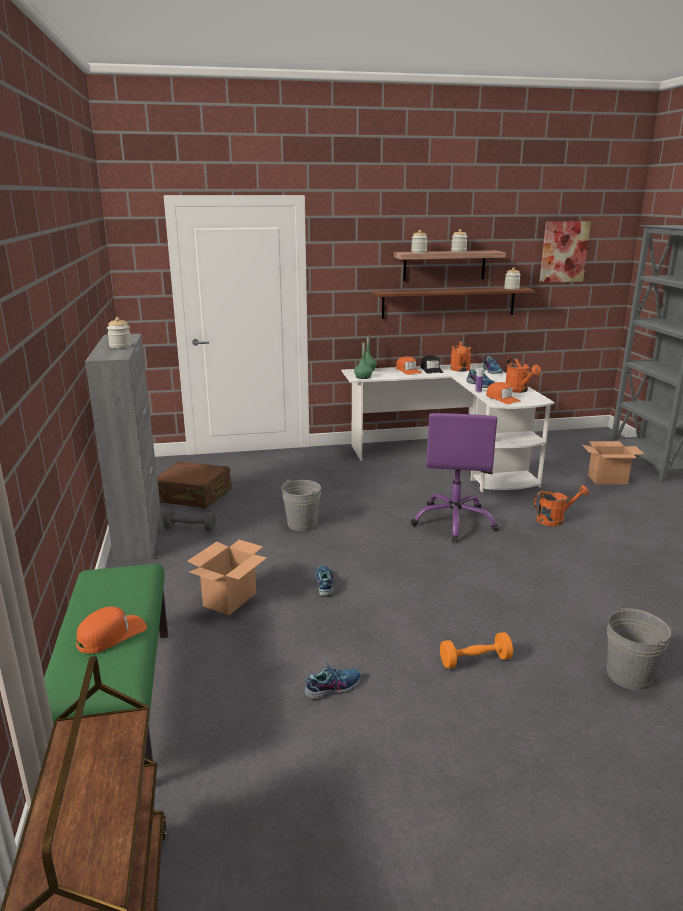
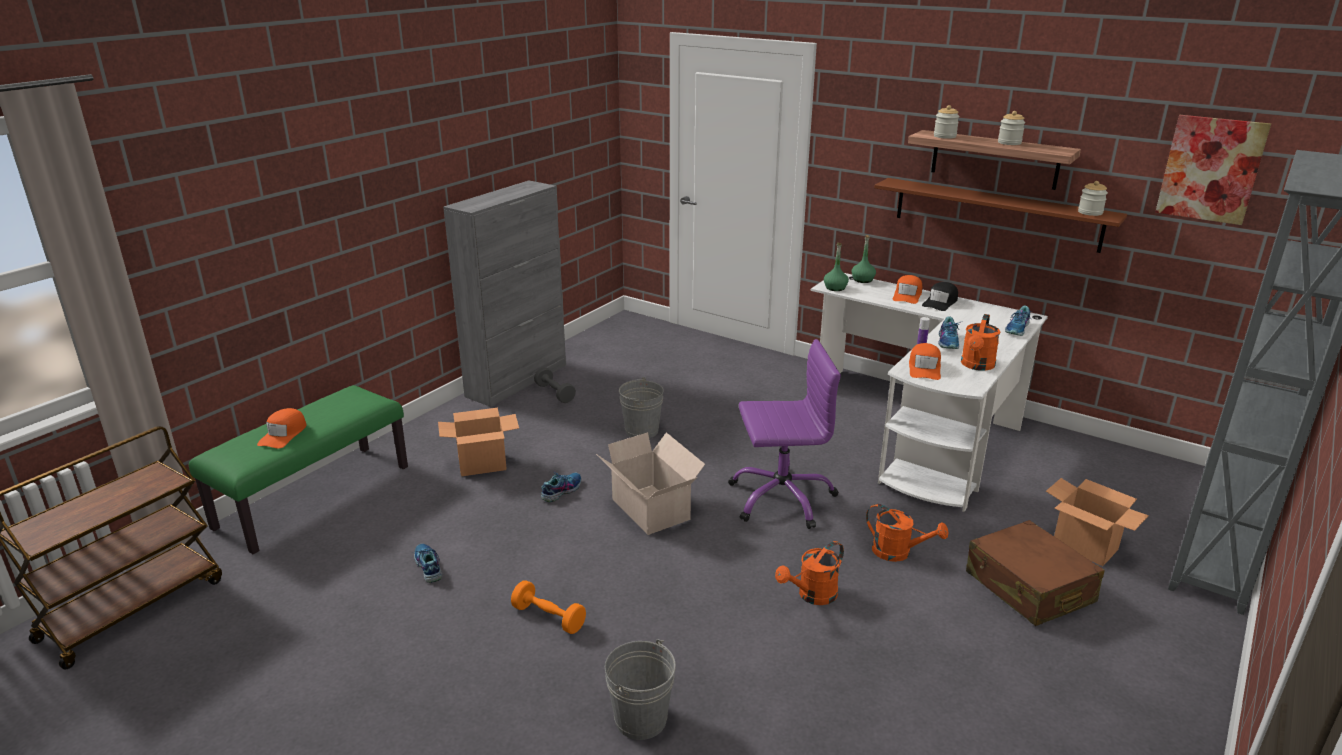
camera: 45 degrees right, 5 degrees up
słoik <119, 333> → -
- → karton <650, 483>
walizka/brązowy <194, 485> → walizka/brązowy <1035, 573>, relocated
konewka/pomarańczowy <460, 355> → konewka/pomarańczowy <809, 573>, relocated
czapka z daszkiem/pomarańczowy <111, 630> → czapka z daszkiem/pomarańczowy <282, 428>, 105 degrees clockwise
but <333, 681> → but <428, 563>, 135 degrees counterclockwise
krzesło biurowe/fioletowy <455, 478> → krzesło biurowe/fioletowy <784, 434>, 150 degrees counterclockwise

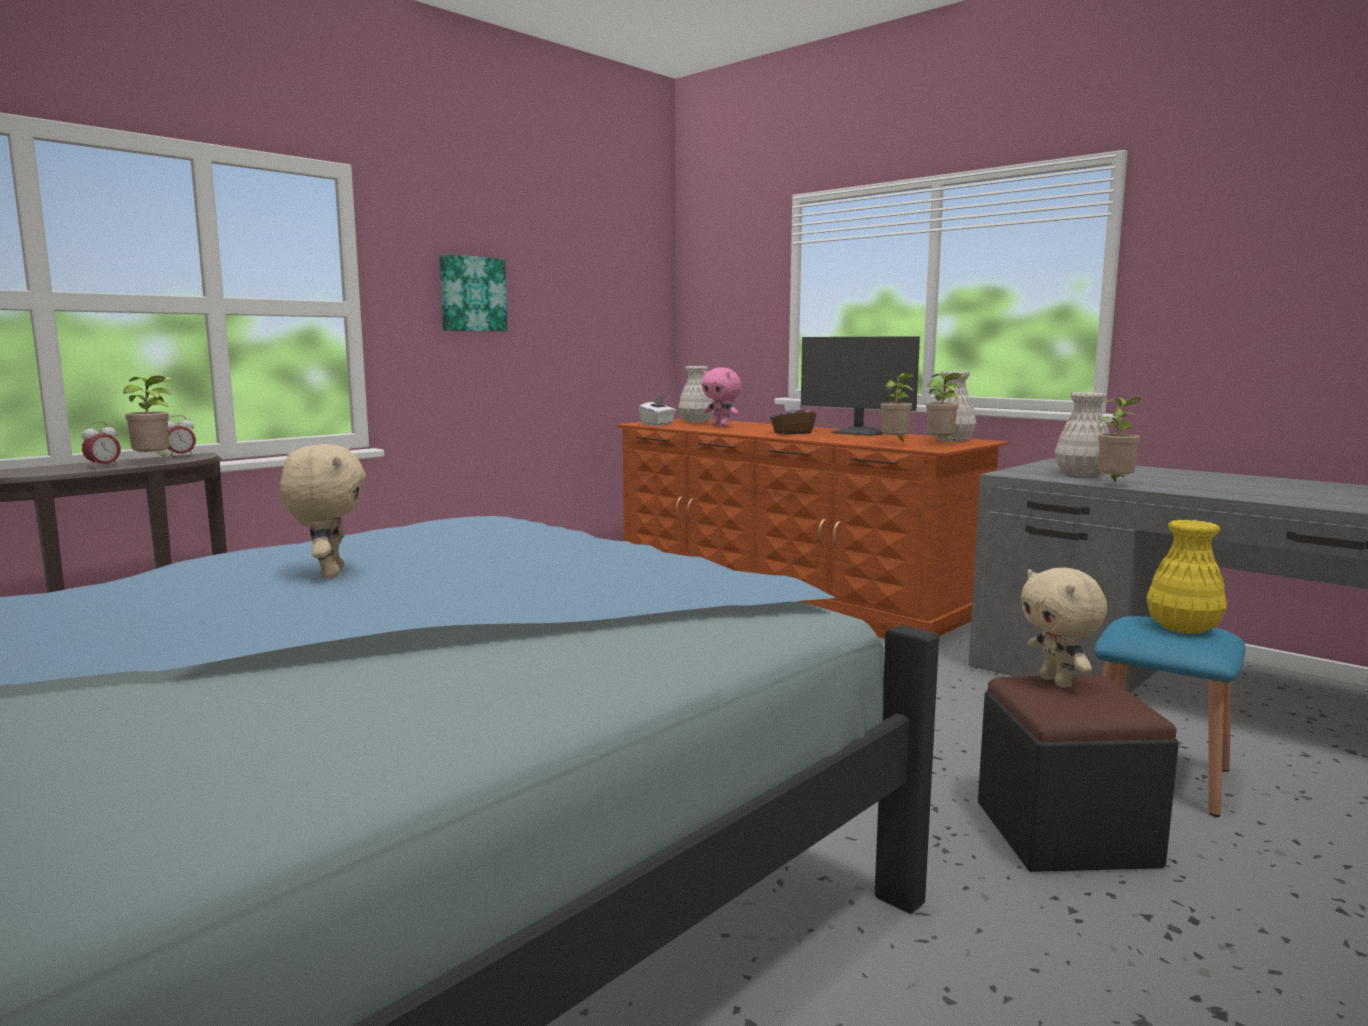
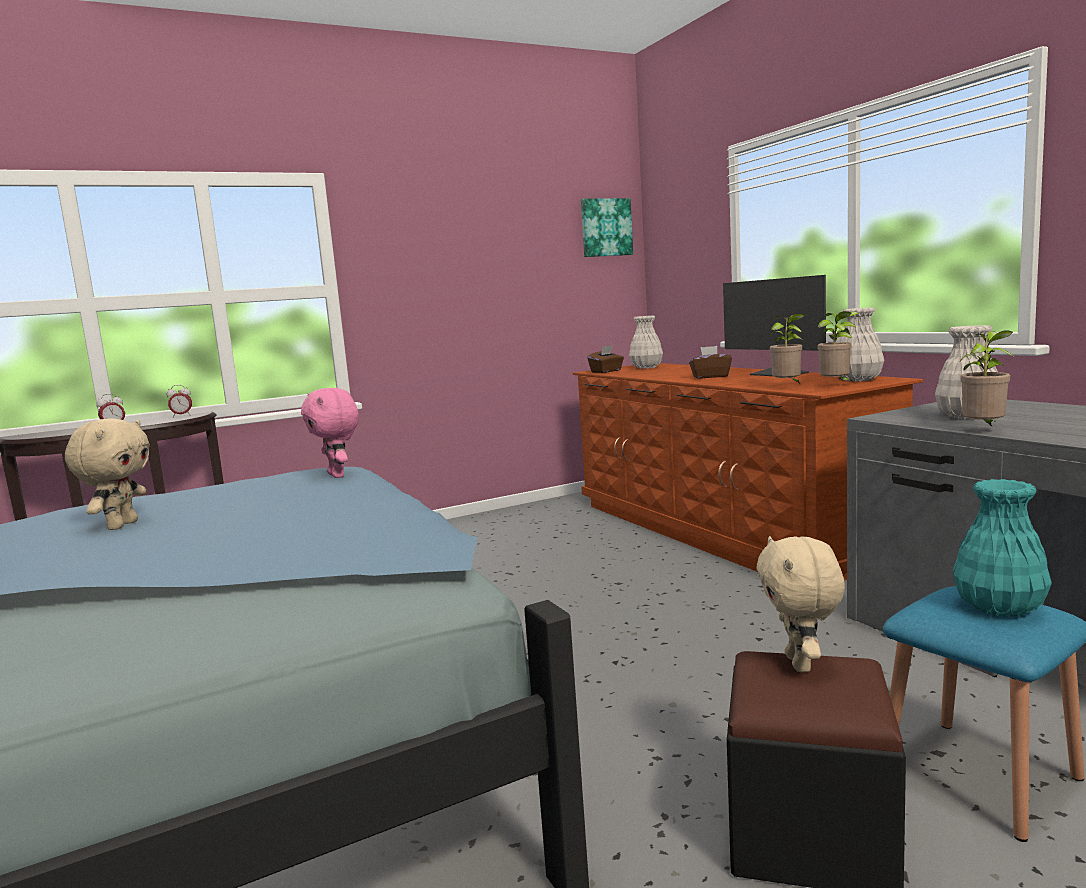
camera: 20 degrees right, 0 degrees up
roślina doniczkowa <149, 417> → -
obraz <473, 293> → obraz <607, 227>, relocated
pluszak/różowy <722, 397> → pluszak/różowy <330, 433>, relocated
pudełko chusteczek/biały <657, 411> → pudełko chusteczek/brązowy <605, 359>
wazon/żółty <1186, 577> → wazon/turkusowy <1002, 548>

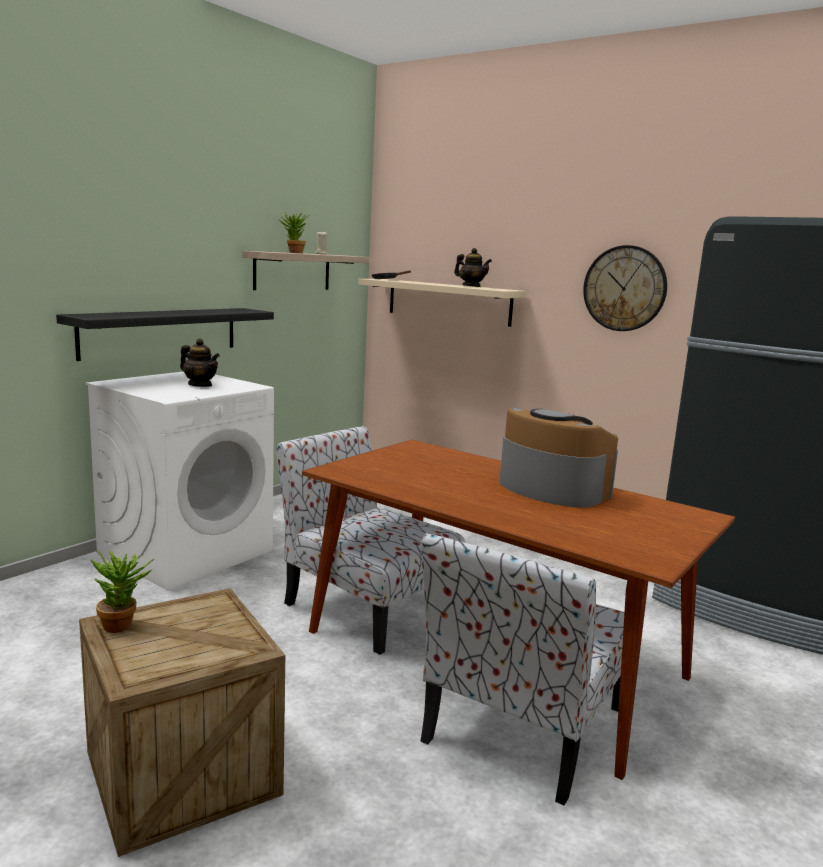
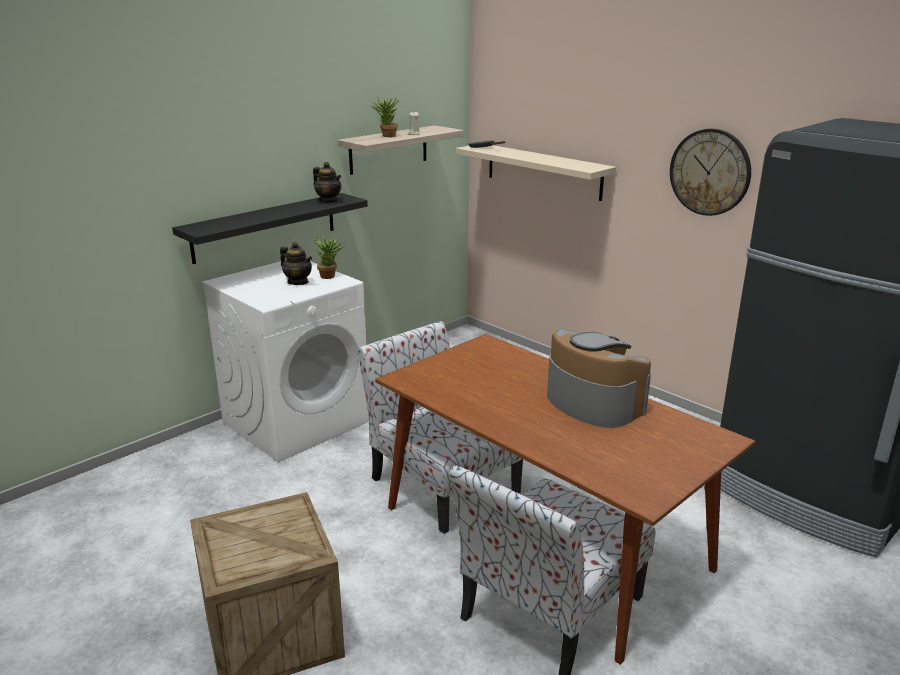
camera: 10 degrees right, 10 degrees up
roślina doniczkowa <122, 591> → roślina doniczkowa <329, 258>, relocated
imbryk <473, 267> → imbryk <327, 182>, relocated

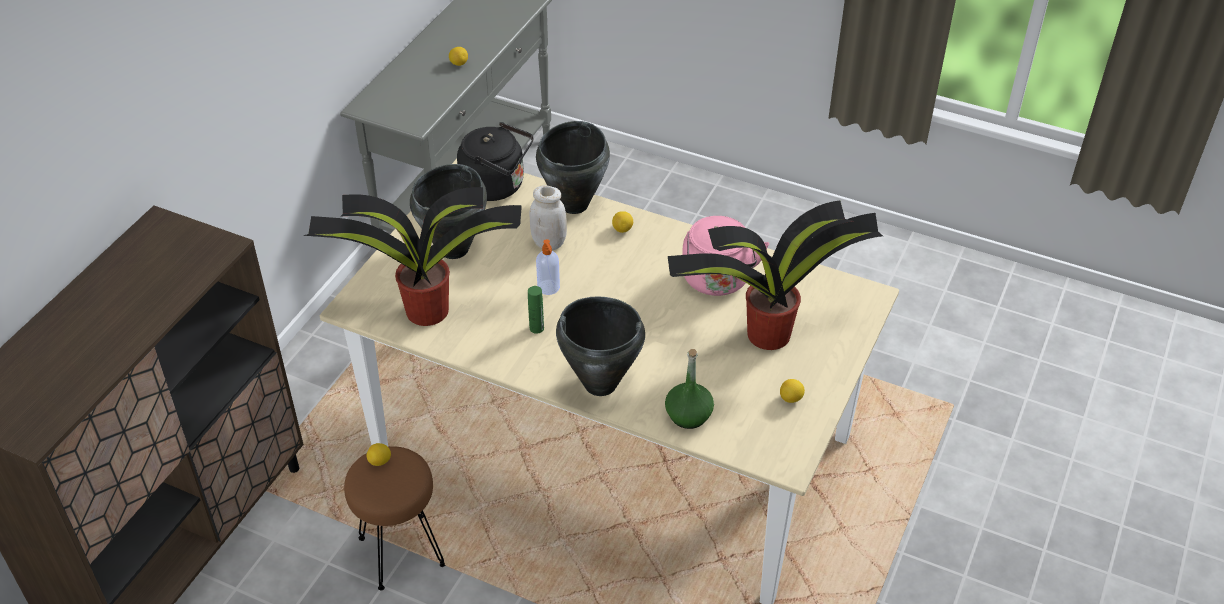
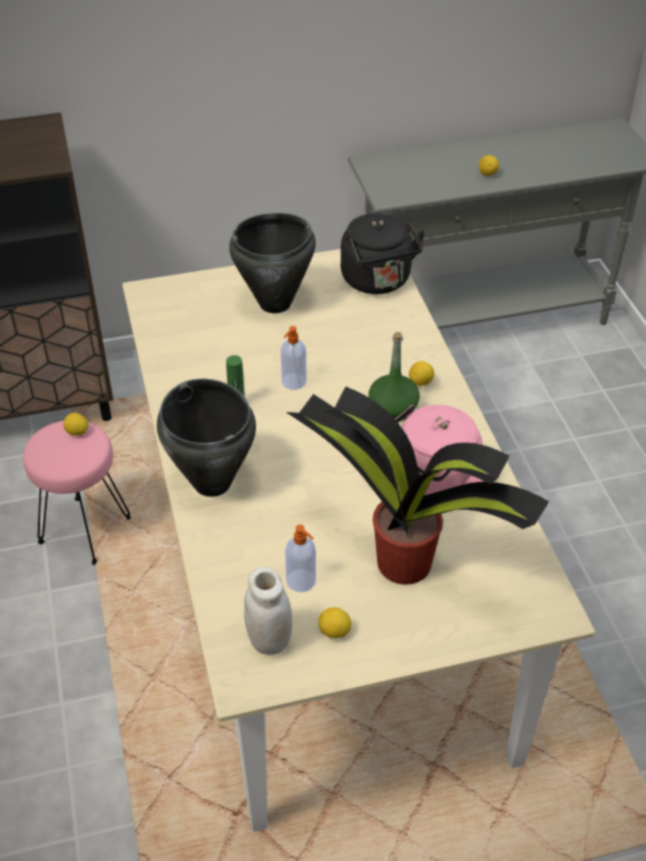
camera: 50 degrees right, 0 degrees up
roślina doniczkowa <412, 256> → -
garnek/czarny <573, 167> → -
- → dozownik mydła <300, 558>
słoik/biały <548, 217> → słoik/biały <268, 611>, relocated
butelka/zielony <689, 389> → butelka/zielony <394, 376>, relocated
stołek/brązowy <394, 518> → stołek/różowy <77, 493>

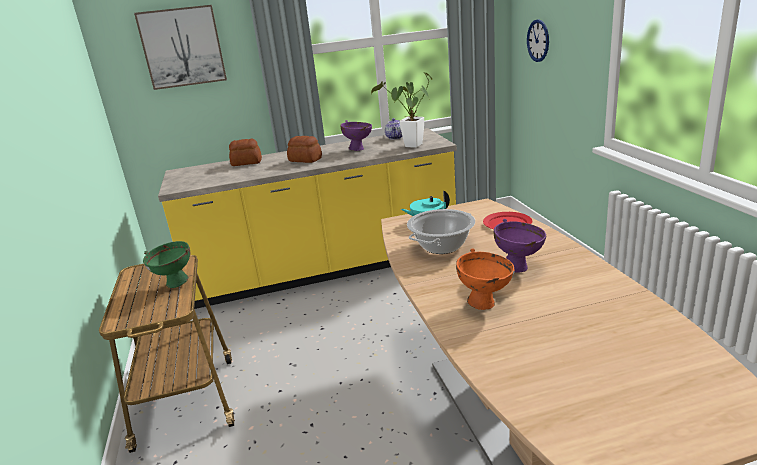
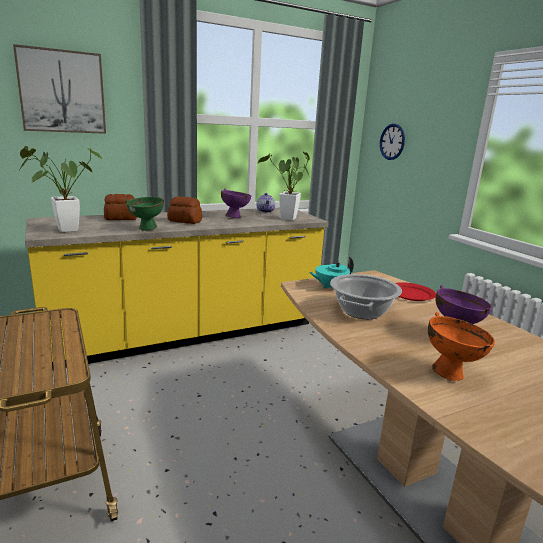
camera: 15 degrees left, 5 degrees down
- → roślina doniczkowa <60, 189>
miska/zielony <166, 264> → miska/zielony <145, 214>, relocated

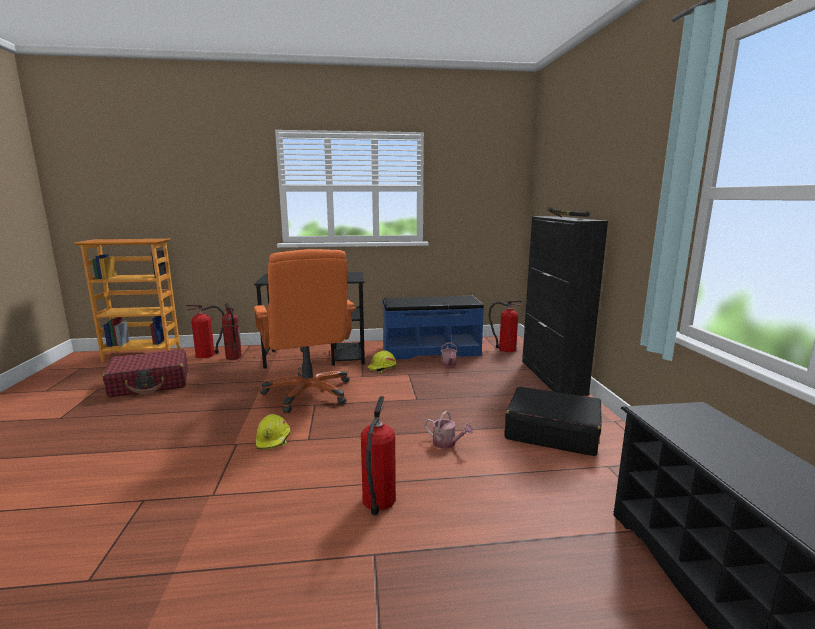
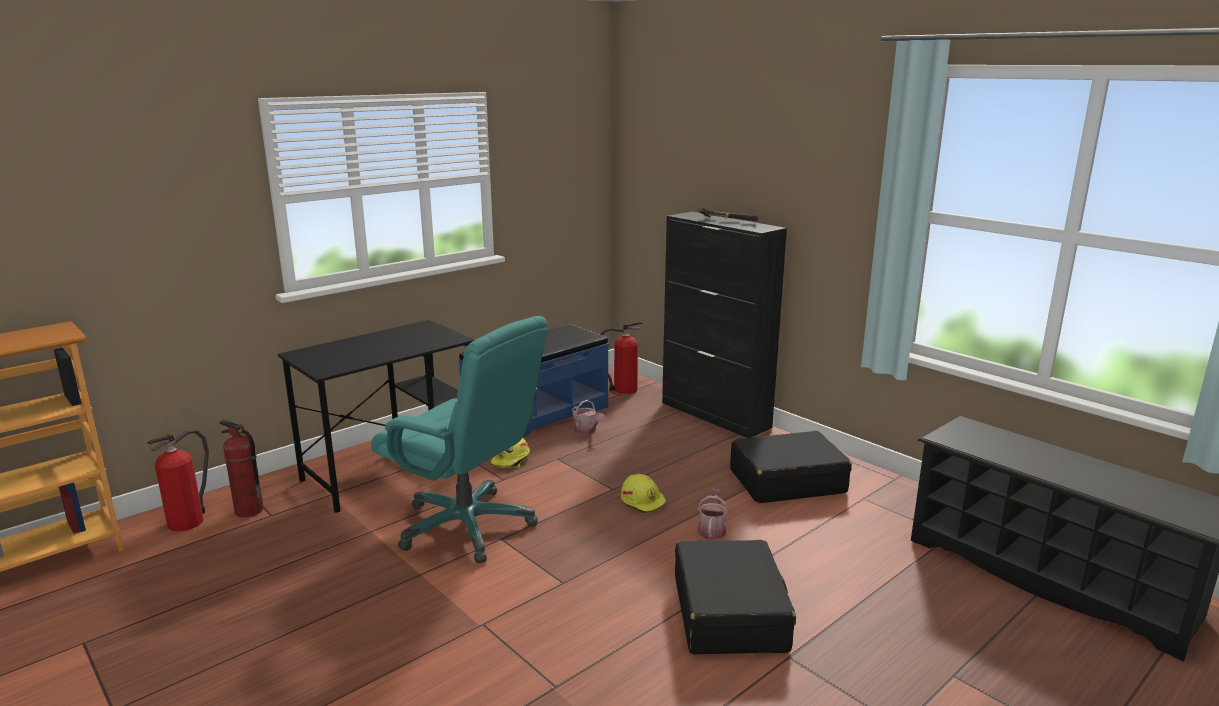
camera: 35 degrees left, 5 degrees up
walizka/czerwony <145, 373> → -
kask/żółty <273, 431> → kask/żółty <644, 494>, relocated
gaśnica <378, 455> → walizka/czarny <735, 597>
krzesło biurowe/pomarańczowy <305, 331> → krzesło biurowe/turkusowy <459, 439>
konewka <449, 430> → konewka <713, 514>, 75 degrees counterclockwise

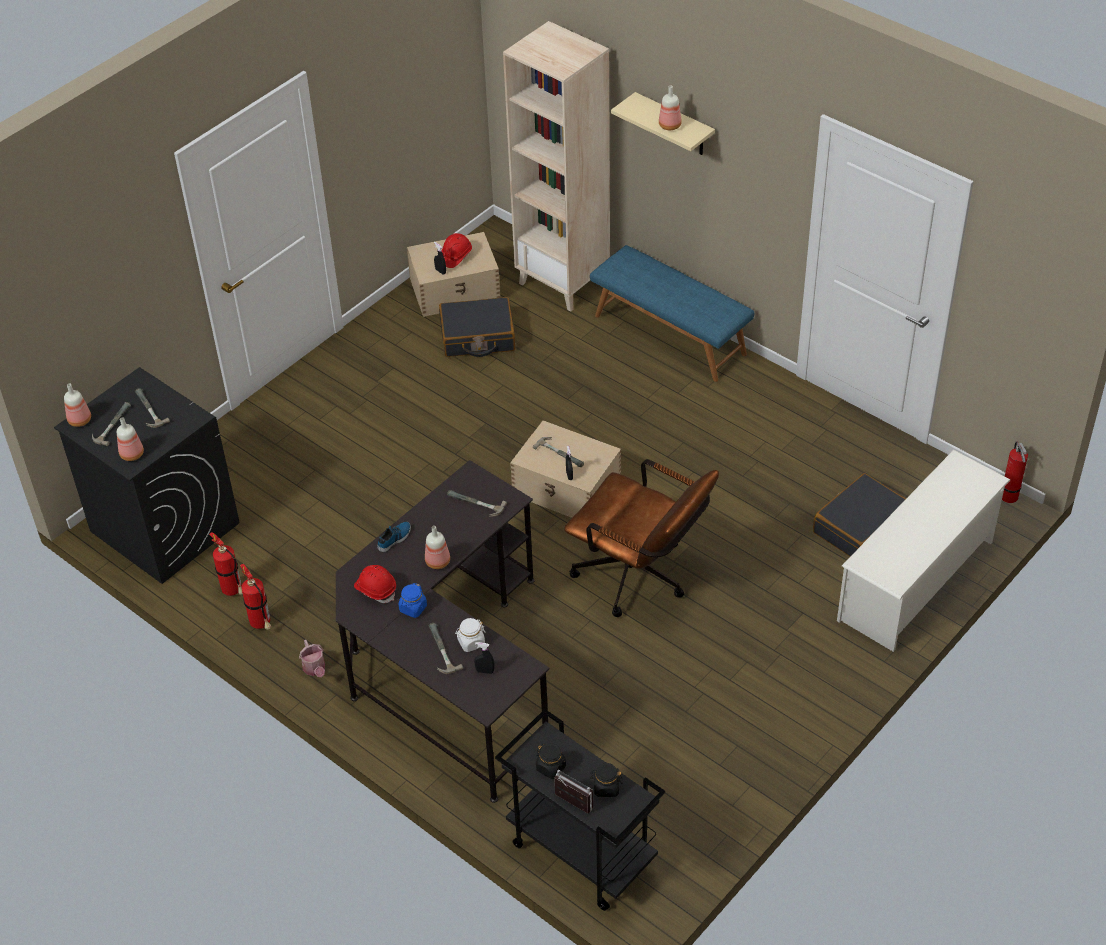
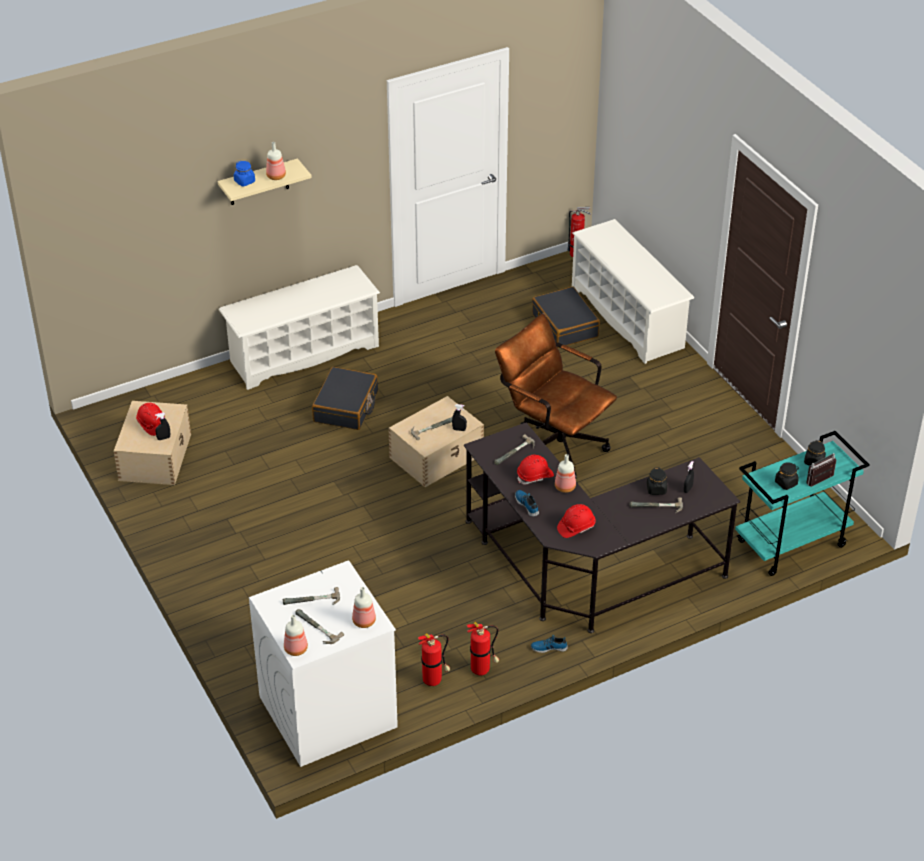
camera: 70 degrees left, 5 degrees down
regał/beżowy <556, 166> → -
- → kask/czerwony <535, 469>
słoik/niebieski <413, 600> → słoik/niebieski <244, 173>, relocated
walizka/czarny <477, 327> → walizka/czarny <345, 398>, relocated
konewka <312, 658> → but <549, 644>
ławka/niebieski <672, 313> → regał na buty/biały <299, 327>
pralka/czarny <146, 475> → pralka/biały <323, 663>
słoik/biały <470, 635> → słoik/czarny <657, 481>
wózek/czarny <580, 810> → wózek/turkusowy <802, 503>
krzesło biurowe/brązowy <641, 538> → krzesło biurowe/brązowy <556, 396>, 105 degrees counterclockwise

